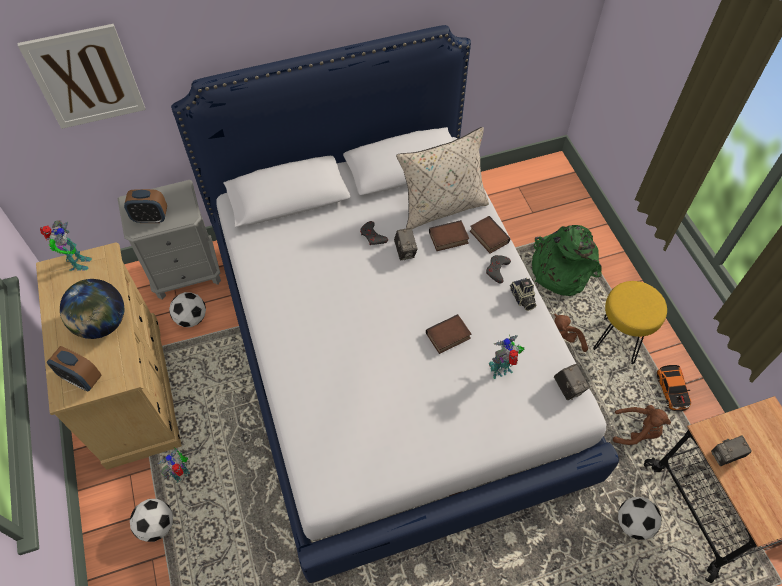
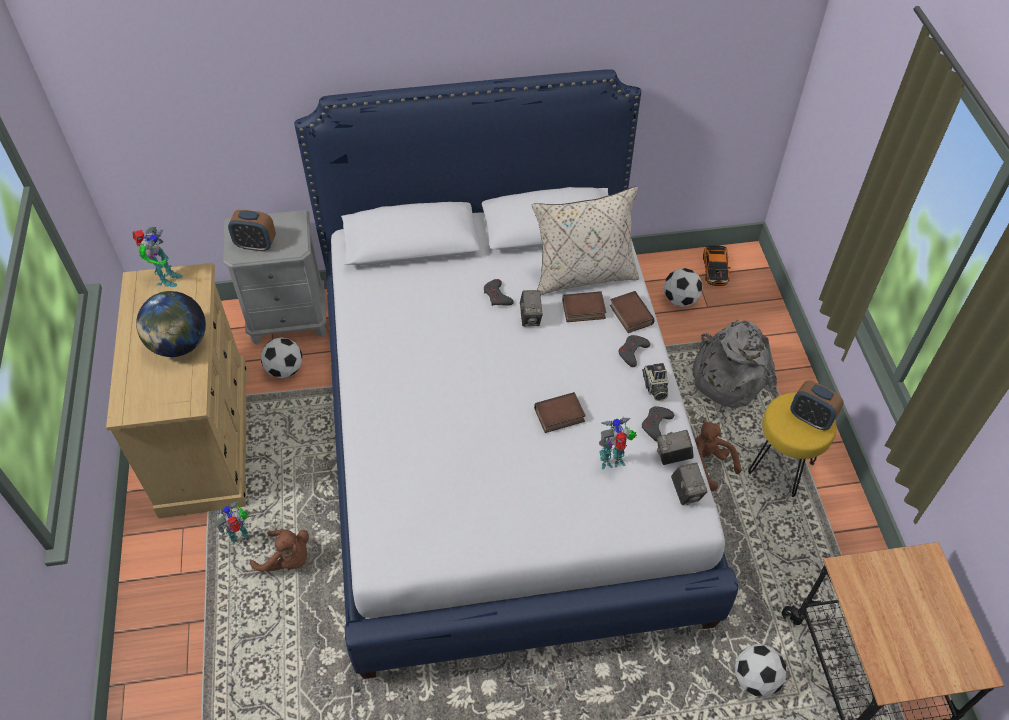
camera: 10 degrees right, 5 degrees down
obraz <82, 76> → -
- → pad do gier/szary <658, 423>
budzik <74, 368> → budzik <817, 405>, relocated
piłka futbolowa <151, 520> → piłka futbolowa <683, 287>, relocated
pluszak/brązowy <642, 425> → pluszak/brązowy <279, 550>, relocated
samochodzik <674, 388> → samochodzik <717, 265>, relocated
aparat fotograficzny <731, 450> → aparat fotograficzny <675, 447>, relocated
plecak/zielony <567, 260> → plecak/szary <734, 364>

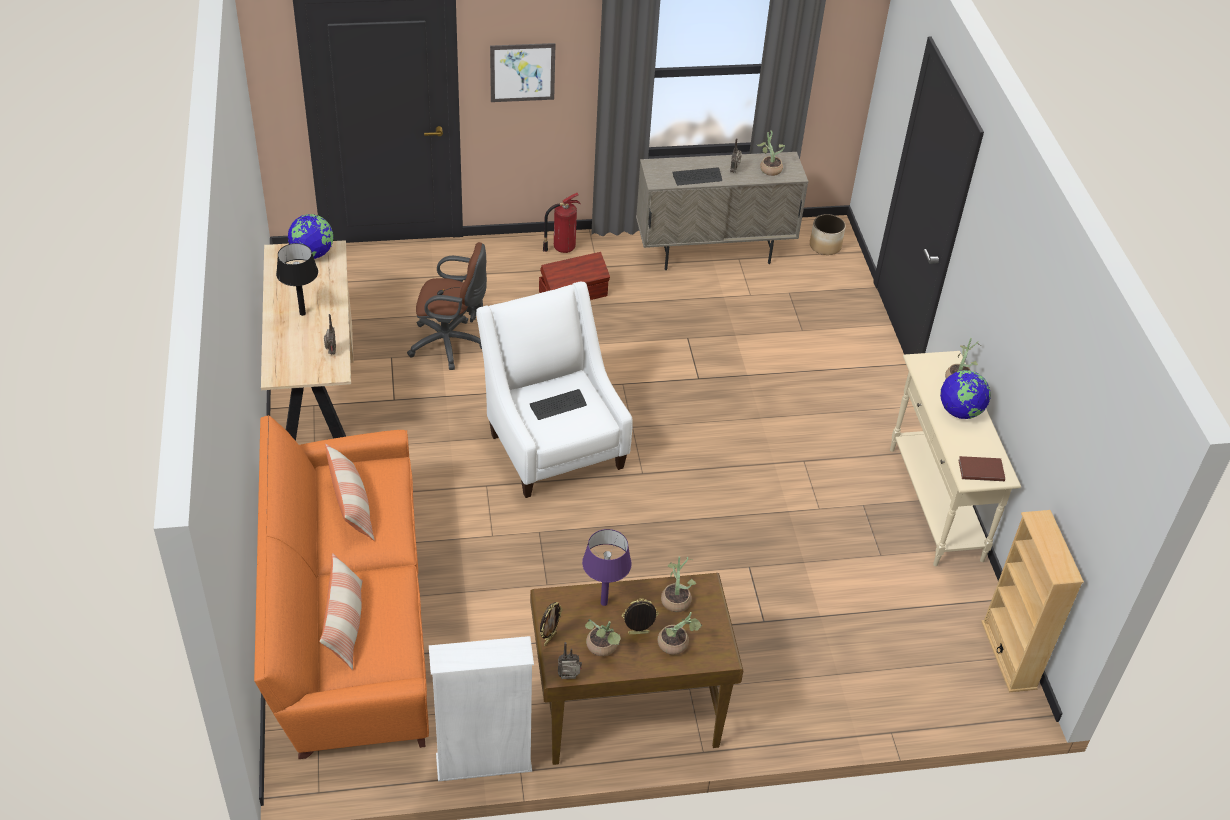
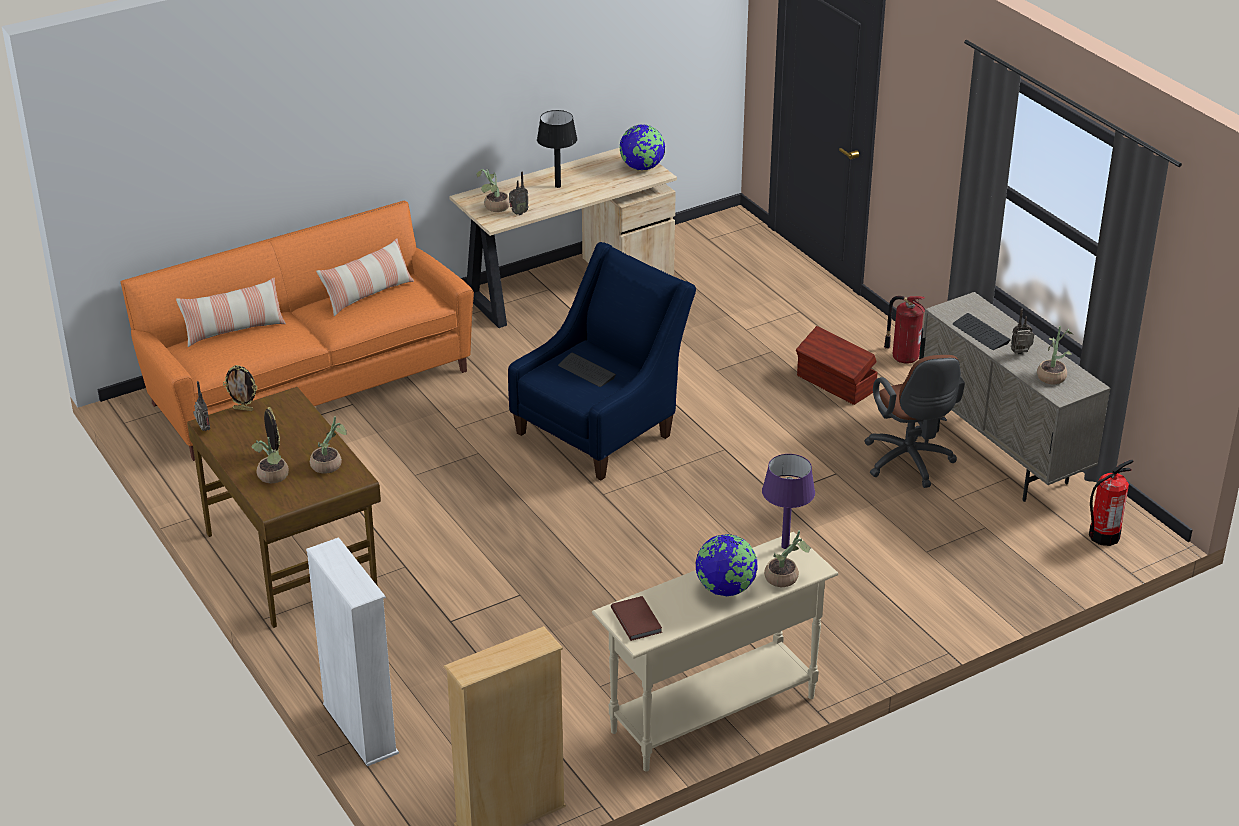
camera: 70 degrees right, 10 degrees down
obraz <522, 72> → -
krzesło biurowe/brązowy <447, 306> → krzesło biurowe/brązowy <914, 421>, relocated
regał/biały <481, 708> → regał/biały <352, 651>, relocated
lampa stołowa/fioletowy <607, 567> → lampa stołowa/fioletowy <788, 501>, relocated
roślina doniczkowa <603, 637> → roślina doniczkowa <493, 190>, relocated
donica <828, 234> → gaśnica <1111, 503>
fotel/biały <554, 389> → fotel/niebieski <602, 361>

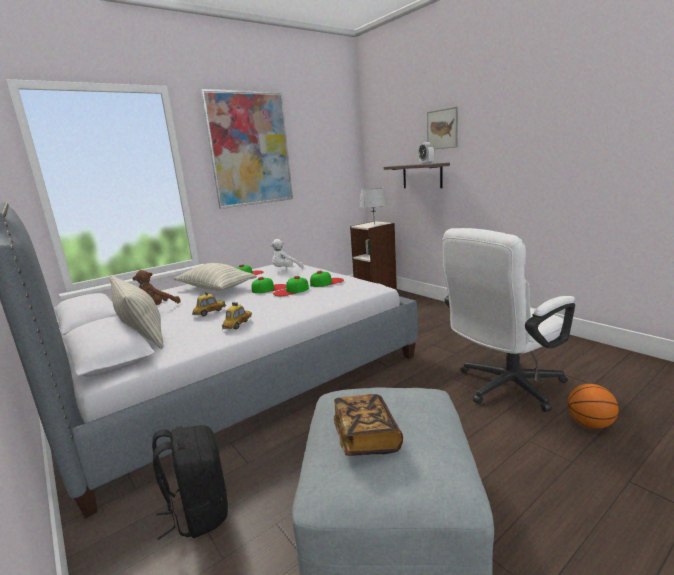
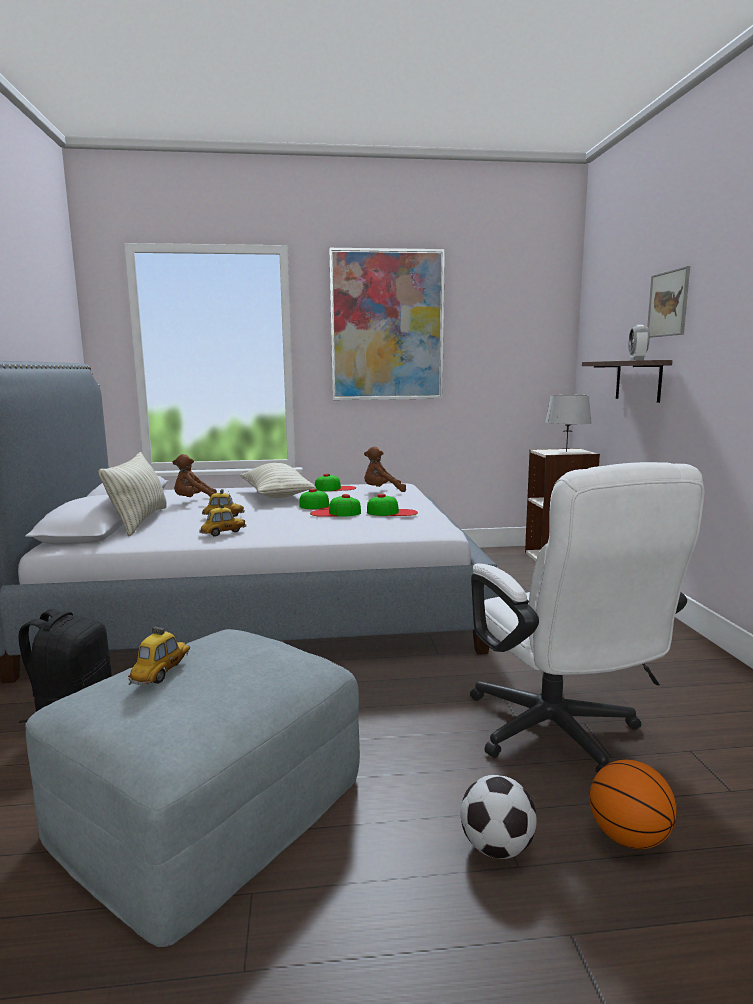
camera: 30 degrees right, 5 degrees down
- → piłka futbolowa <498, 817>
książka <368, 425> → samochodzik <159, 654>
pluszak/biały <286, 253> → pluszak/brązowy <385, 469>
krzesło biurowe/biały <508, 320> → krzesło biurowe/biały <587, 617>, 105 degrees counterclockwise

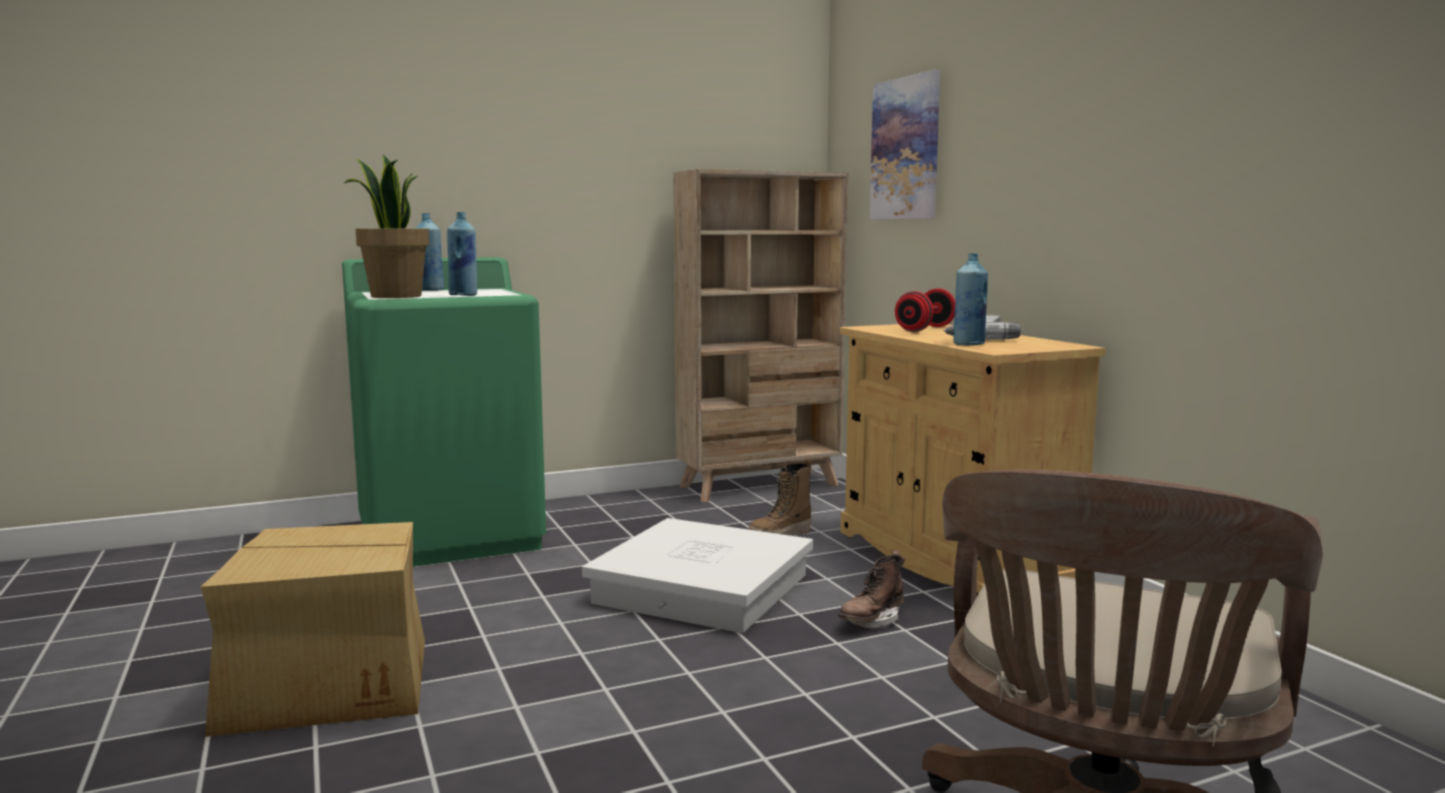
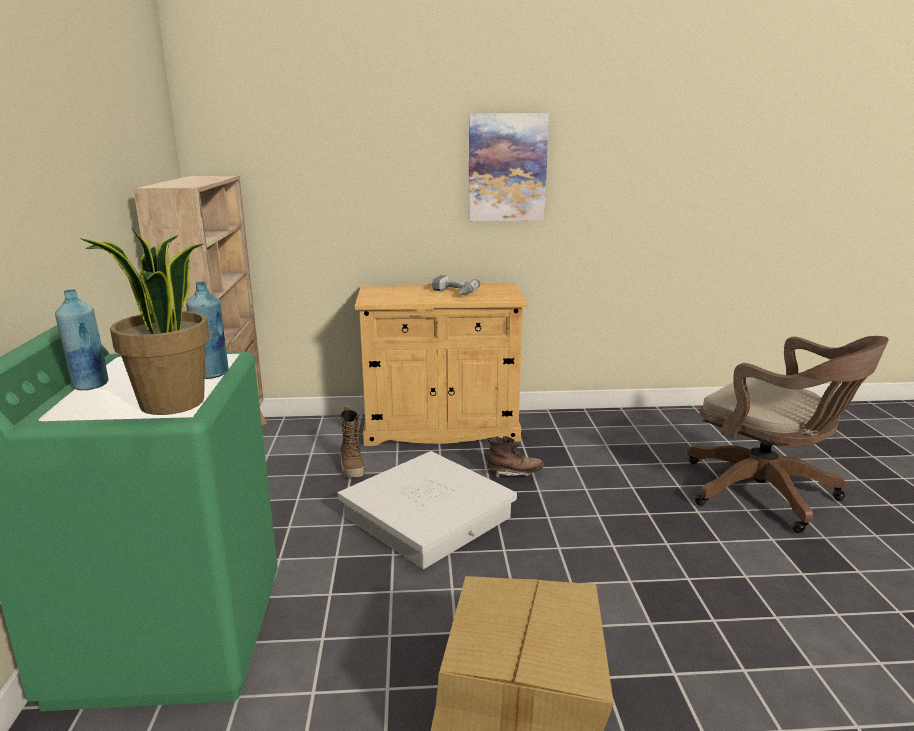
camera: 70 degrees left, 10 degrees up
hantel/czerwony <925, 310> → -
butelka/niebieski <970, 299> → -
obraz <905, 145> → obraz <509, 167>, relocated
but z cholewką/brązowy <871, 589> → but z cholewką/brązowy <515, 456>, 60 degrees counterclockwise

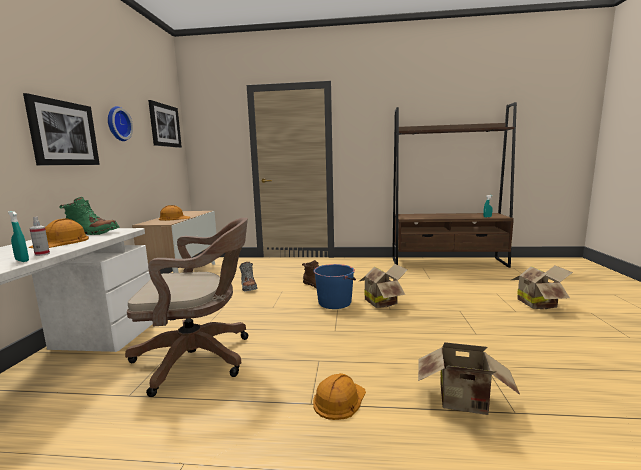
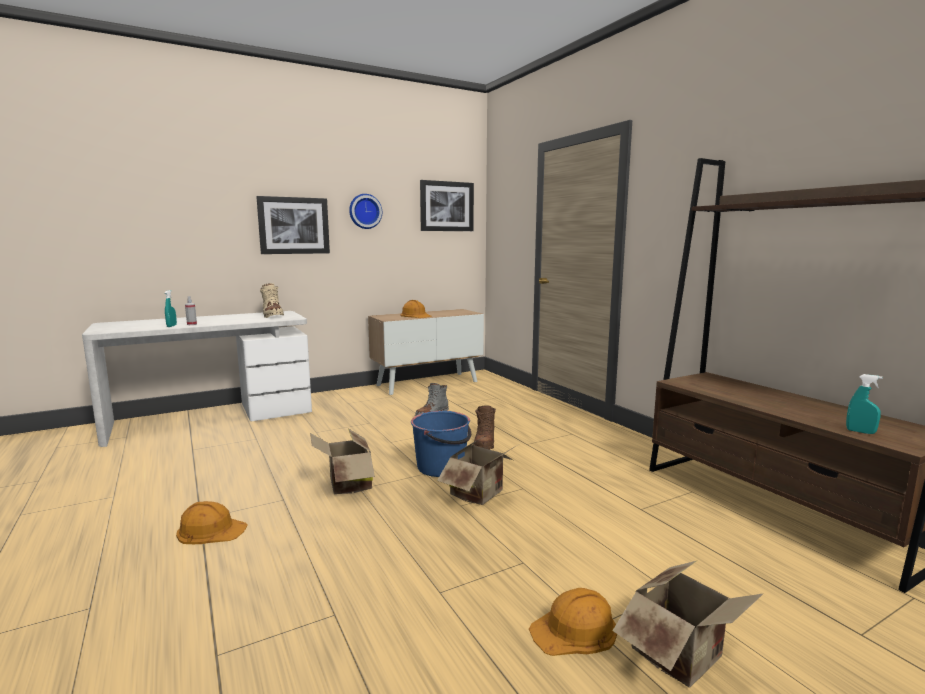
camera: 55 degrees right, 0 degrees up
krzesło biurowe/brązowy <186, 307> → -
kask/pomarańczowy <59, 233> → kask/pomarańczowy <573, 622>, relocated
karton <469, 378> → karton <342, 461>, relocated
but z cholewką/zielony <89, 216> → but z cholewką/beżowy <272, 300>

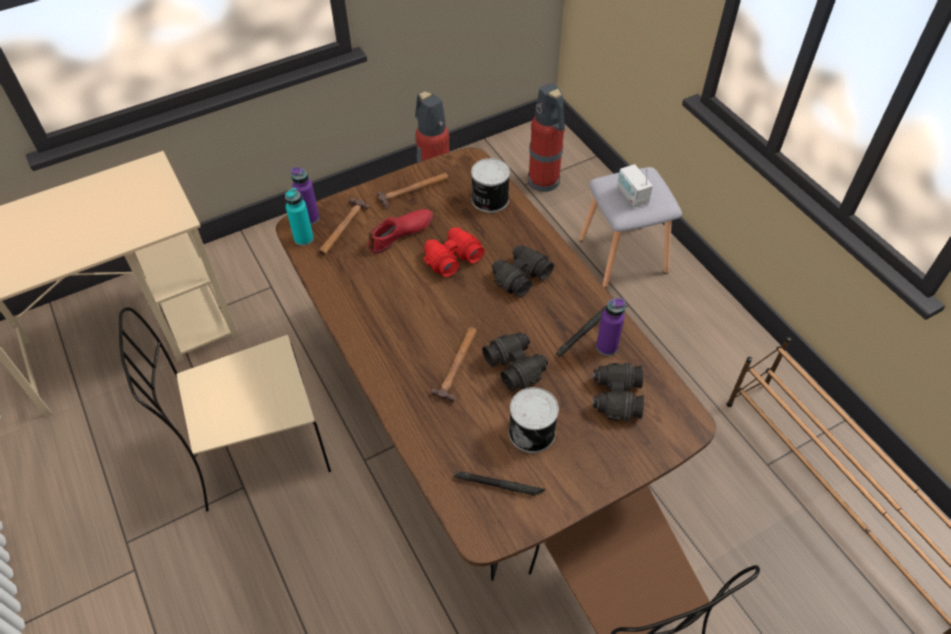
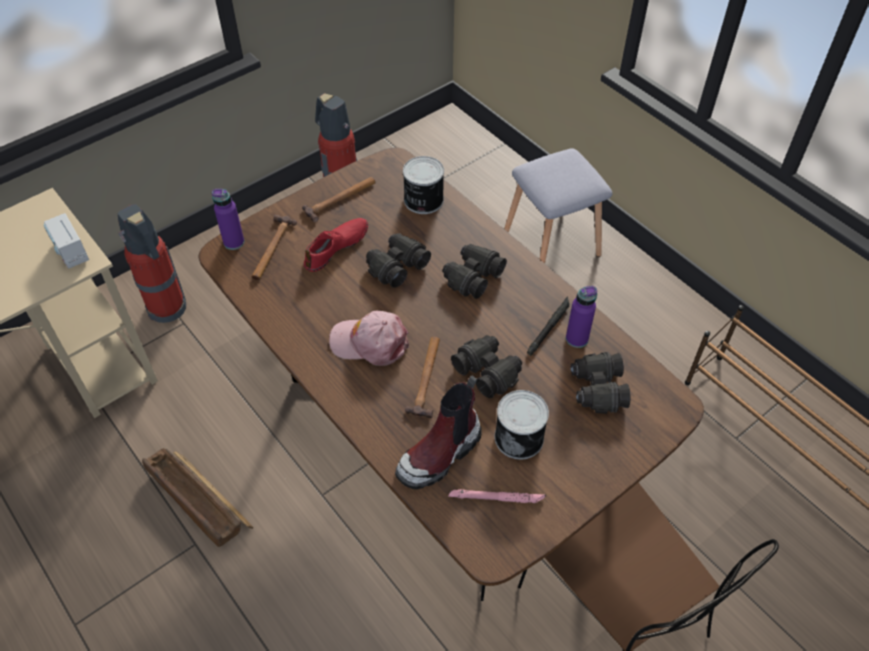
camera: 10 degrees left, 0 degrees up
butelka/turkusowy <299, 217> → -
- → czapka z daszkiem/różowy <369, 338>
- → but z cholewką <438, 432>
gaśnica <546, 137> → gaśnica <152, 263>, relocated
radio <635, 186> → radio <66, 241>, relocated
krzesło/beżowy <225, 409> → skrzynka <197, 497>
lornetka/czerwony <454, 252> → lornetka/czarny <398, 260>
latarka/czarny <499, 484> → latarka/różowy <497, 496>

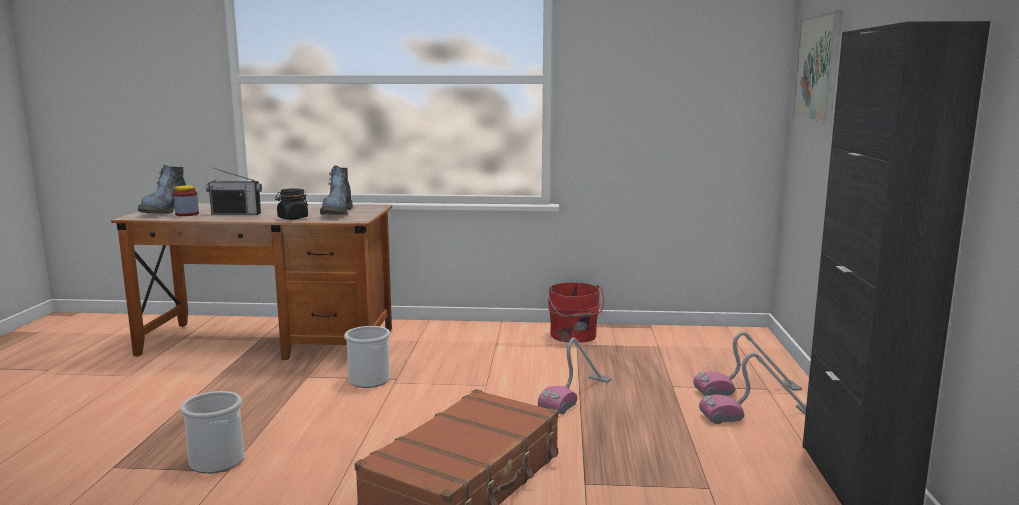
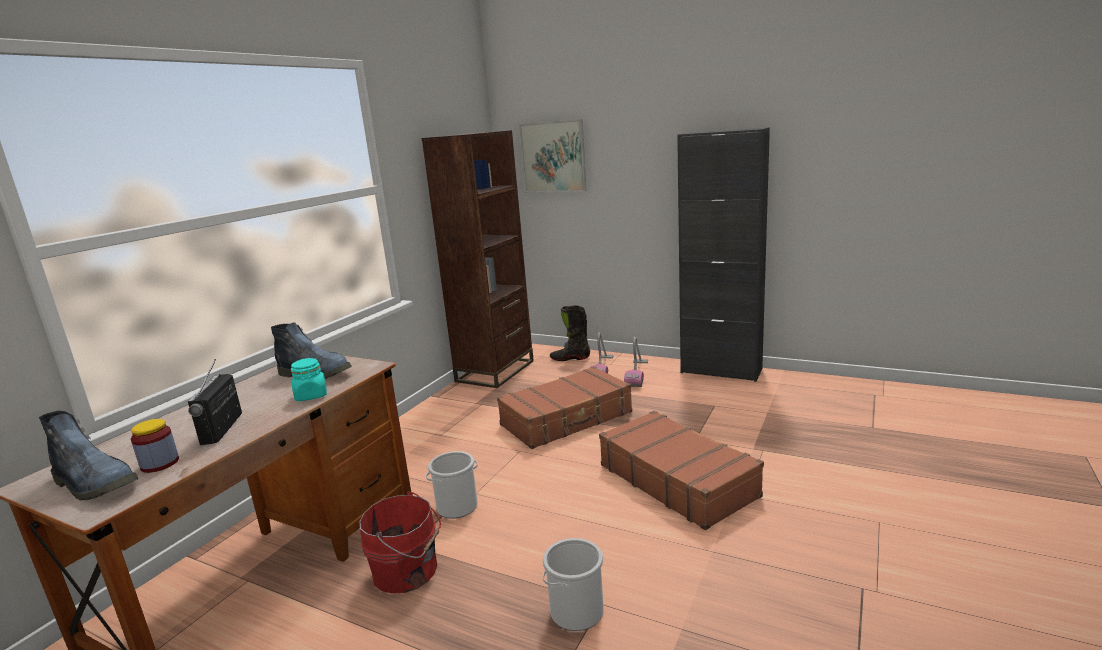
camera: 65 degrees left, 5 degrees up
- → regał/brązowy <478, 259>
- → but z cholewką/czarny <570, 333>
wiadro/czerwony <576, 312> → wiadro/czerwony <400, 542>, relocated
odkurzacz <575, 376> → walizka/brązowy <564, 407>
słoik/czarny <291, 204> → słoik/turkusowy <309, 379>
radio <234, 191> → radio <215, 402>, 150 degrees clockwise

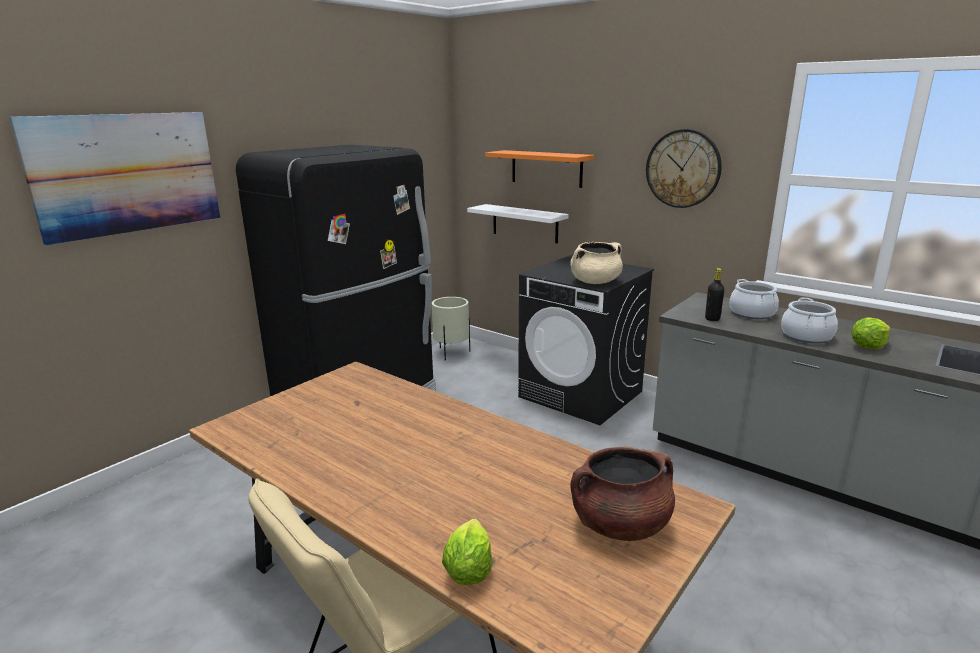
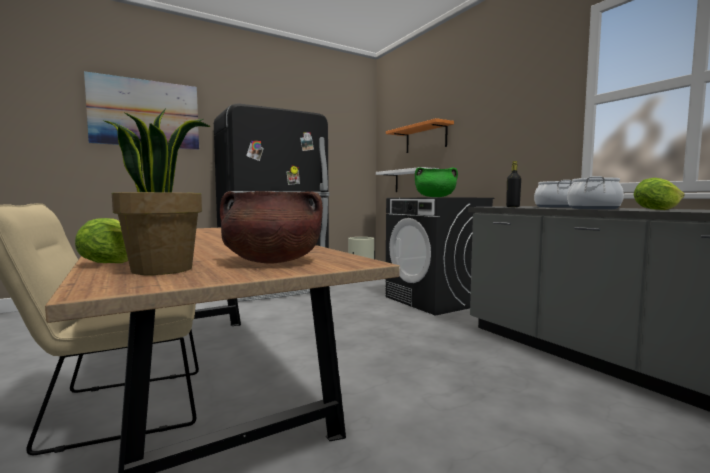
camera: 20 degrees right, 15 degrees down
zegar ścienny <684, 168> → -
- → roślina doniczkowa <156, 192>
garnek/beżowy <596, 263> → garnek/zielony <436, 182>

